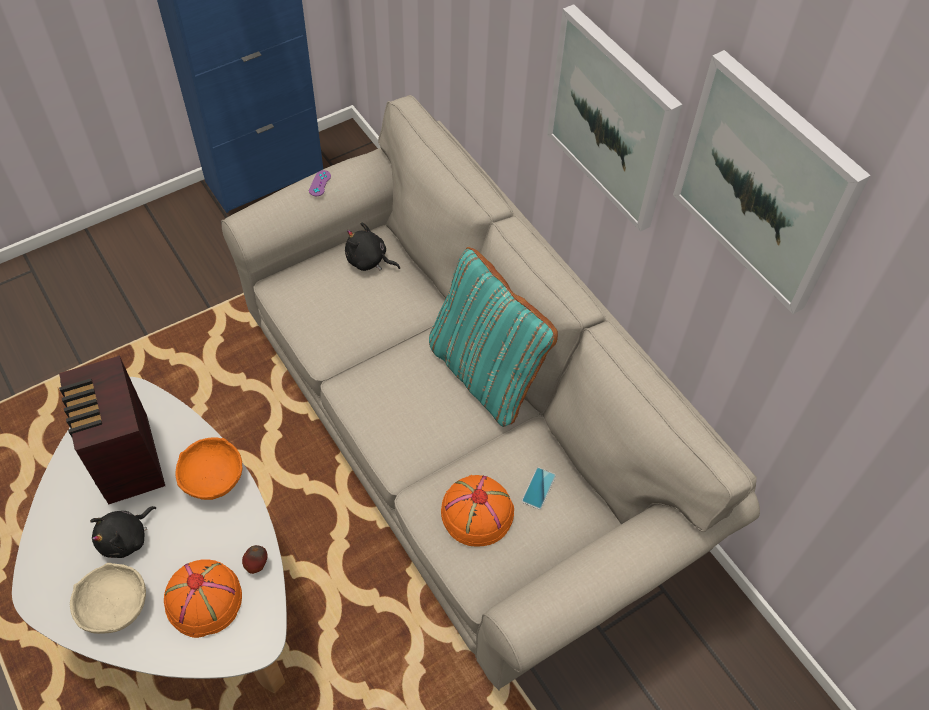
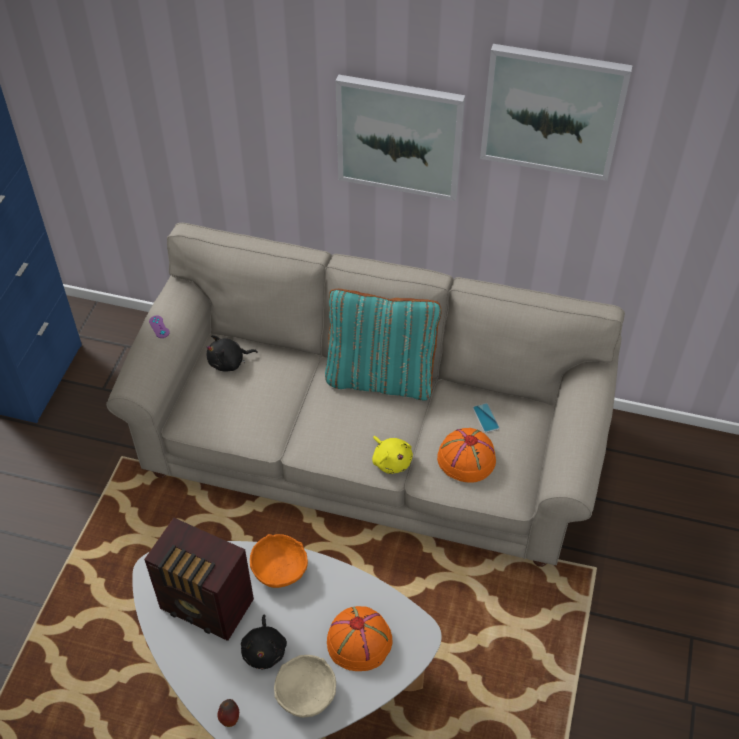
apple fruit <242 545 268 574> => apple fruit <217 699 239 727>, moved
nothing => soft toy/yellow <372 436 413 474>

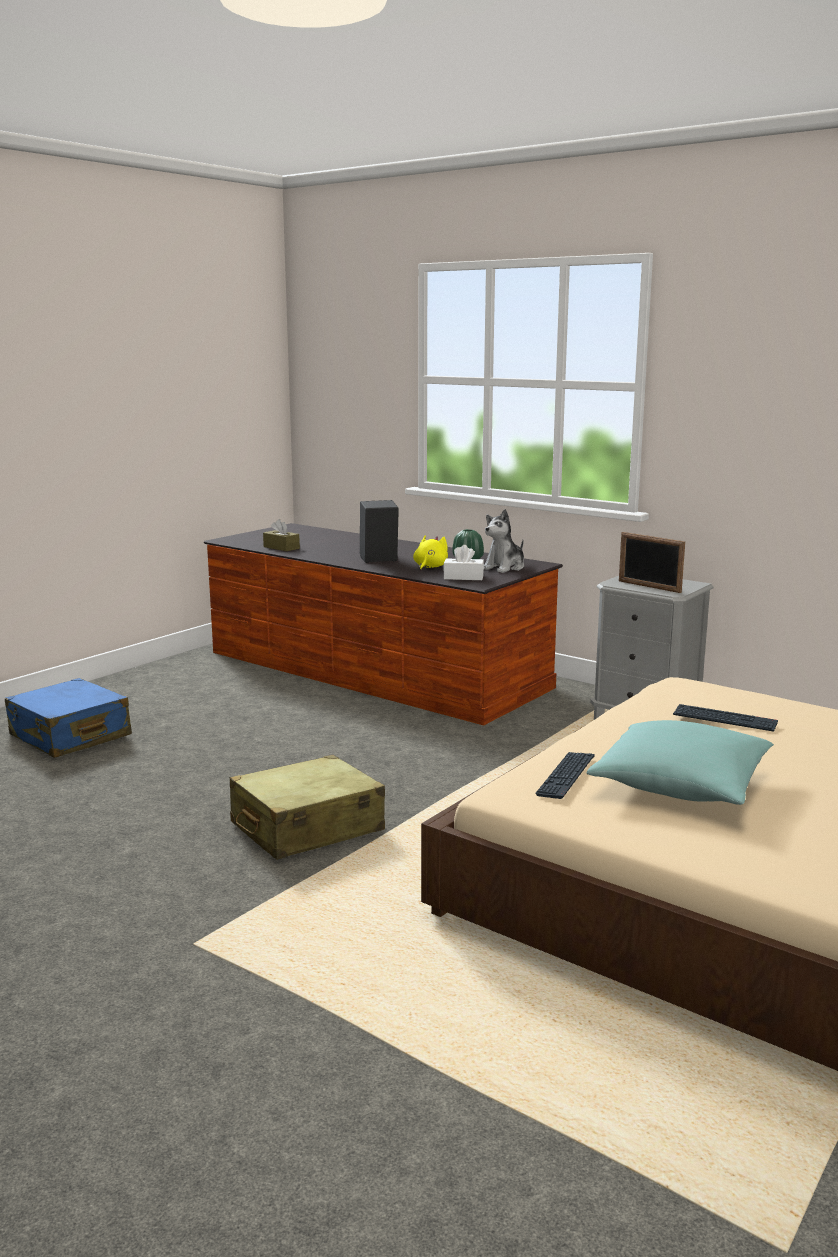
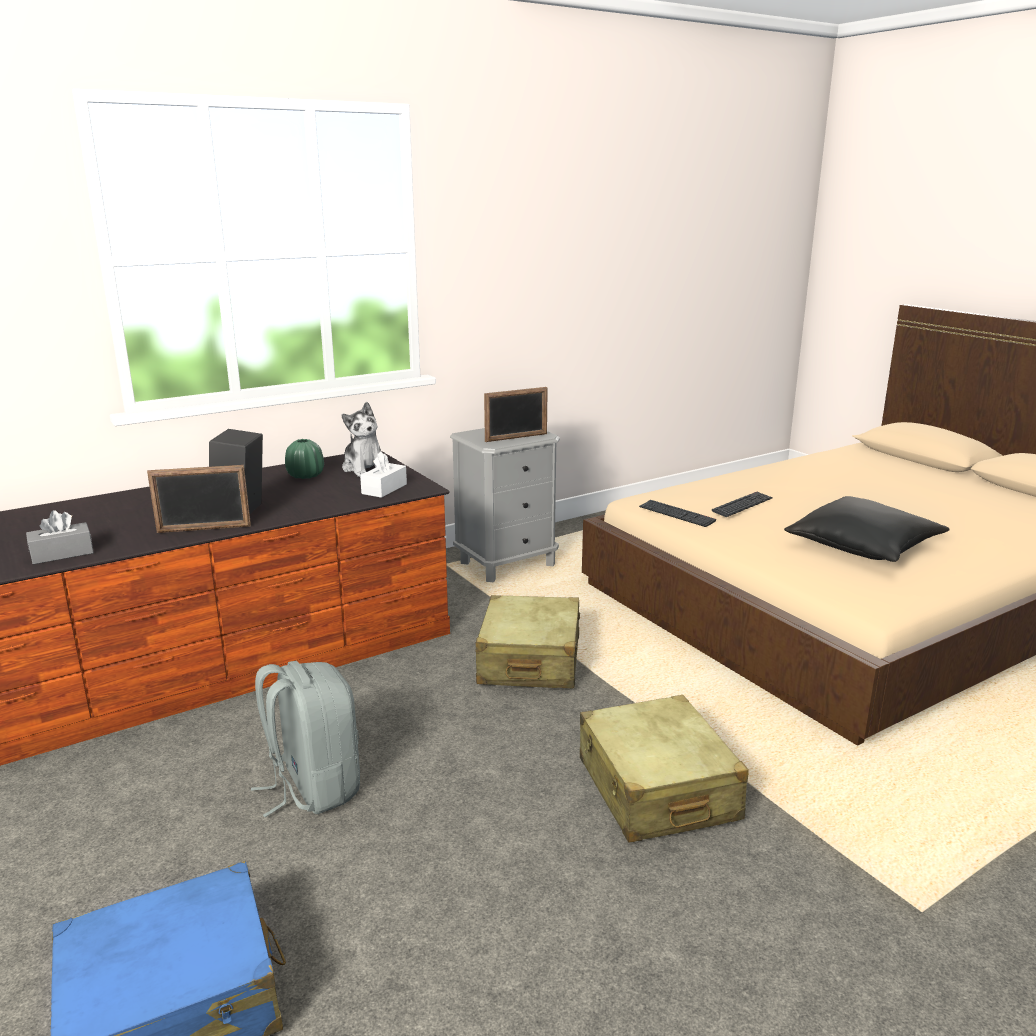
box of tissues/brown-coloured <263 519 300 551> => box of tissues/gray <26 510 94 564>
soft toy/yellow <413 536 448 570> => nothing
keyboard <536 752 595 799> => keyboard <639 500 716 527>, moved
pillow/turquoise-coloured <587 720 774 805> => pillow/black <784 496 950 562>
nothing => standing frame <147 465 251 533>
nothing => backpack/gray <251 661 360 817>
nothing => piece of luggage/sand-coloured <476 595 580 688>

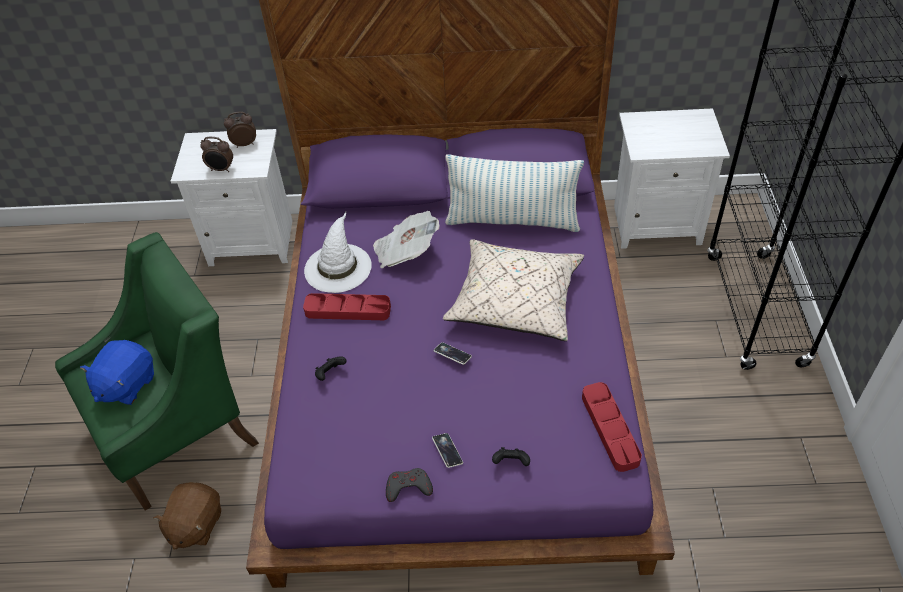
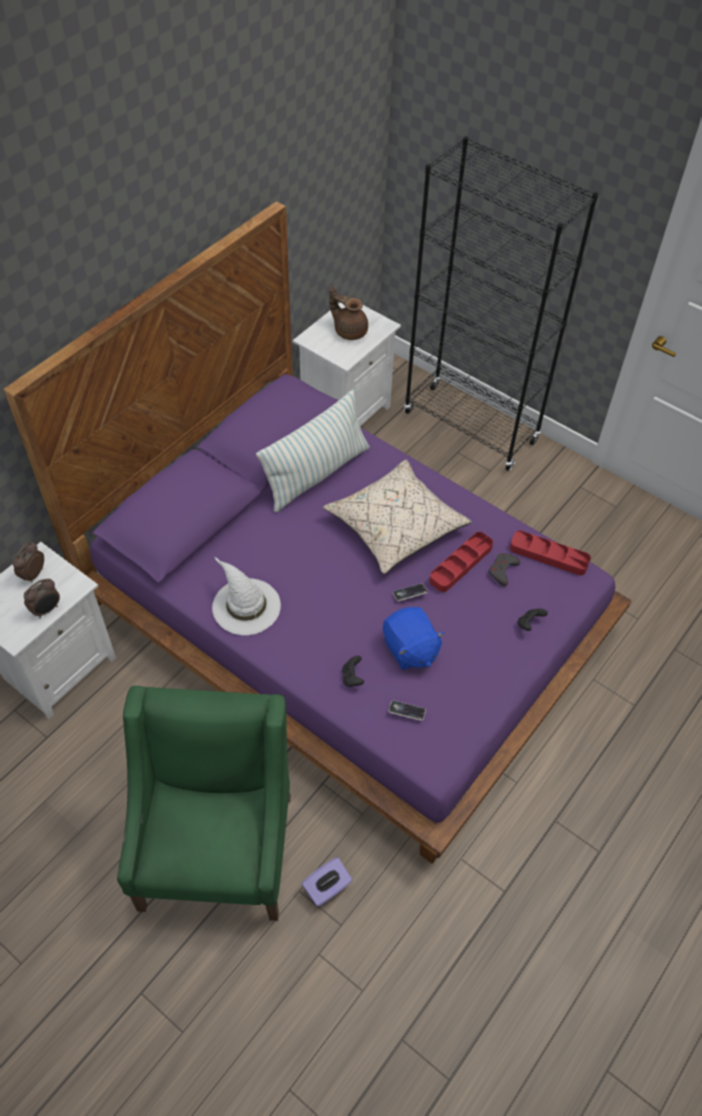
soft toy/bluish <80 340 154 405> => soft toy/bluish <383 607 445 670>, moved
soft toy/brown-coloured <153 482 221 550> => box of tissues/purple-coloured <302 857 353 906>
serving tray/reddish <303 293 391 320> => serving tray/reddish <429 532 493 592>, moved
newspaper <373 211 440 268> => nothing
gamepad/gray <386 468 433 502> => gamepad/gray <489 553 520 586>, moved
handset <432 433 463 468> => handset <388 700 426 721>, moved
nothing => tea pot/brown-coloured <329 286 368 340>

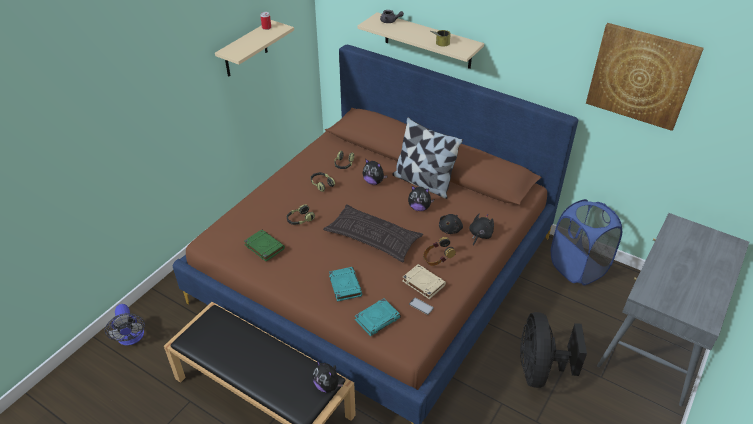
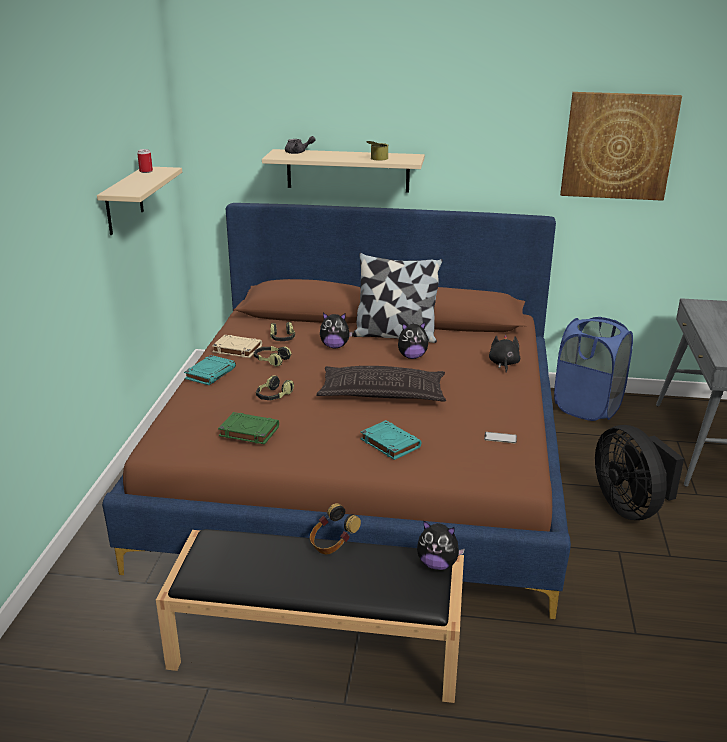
electric fan <105 304 145 345> => nothing
book/turquoise-coloured <355 298 401 336> => book/turquoise-coloured <184 355 236 385>, moved
book/sand-coloured <402 264 446 299> => book/sand-coloured <212 335 262 358>, moved
headset <423 237 456 266> => headset <310 503 361 554>, moved
soft toy/black <439 214 463 234> => nothing

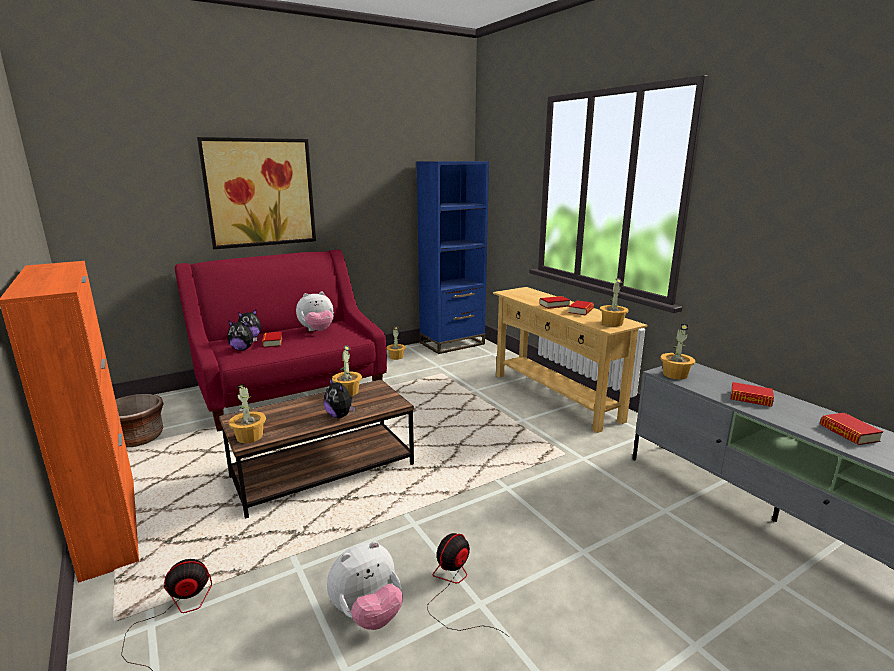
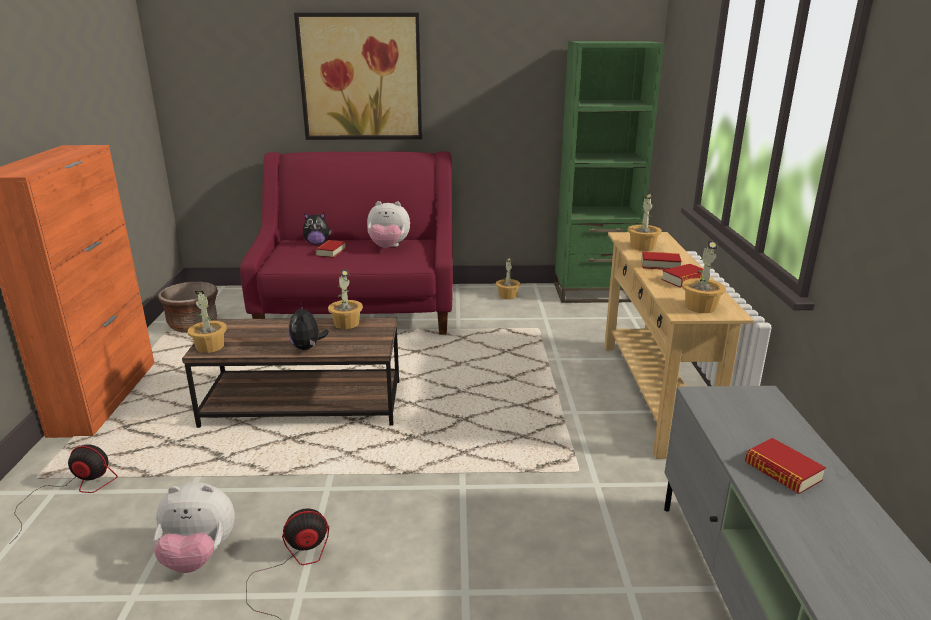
soft toy <227 320 257 351> => nothing
shelving unit/bluish <417 161 489 354> => shelving unit/green-coloured <554 41 664 303>
potted plant <660 324 695 380> => potted plant <627 192 662 251>, moved
book <820 413 883 445> => nothing

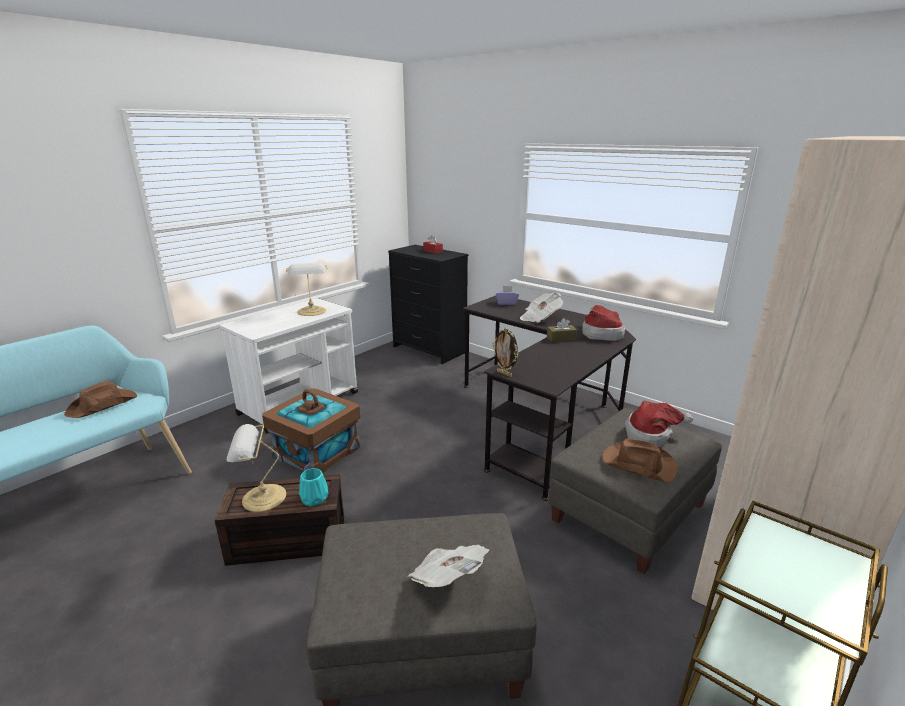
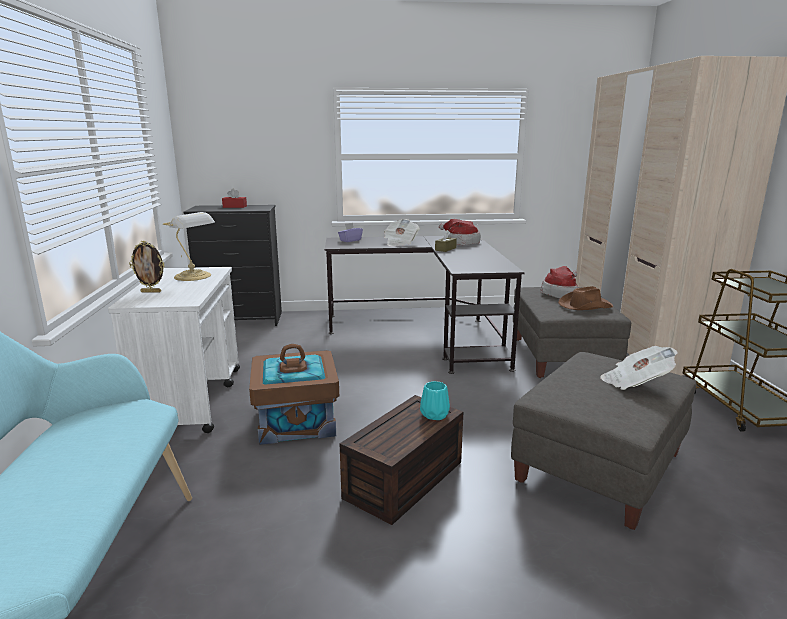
wearable hat/brown-coloured <64 381 137 418> => nothing
tabletop lamp <227 424 286 512> => nothing
standing frame <493 328 518 377> => standing frame <129 241 165 293>, moved

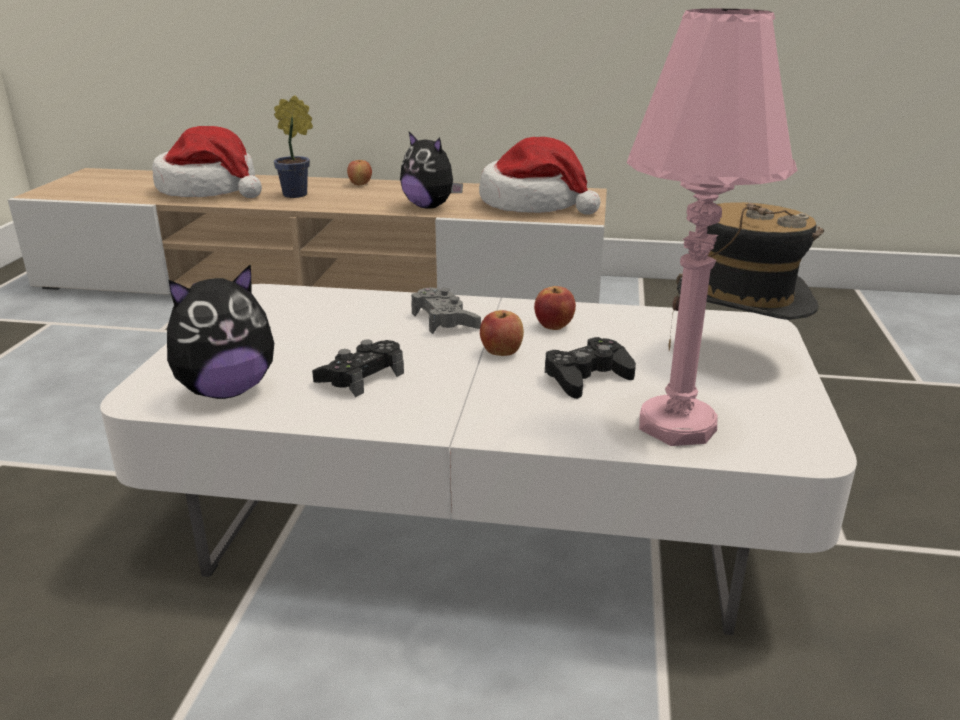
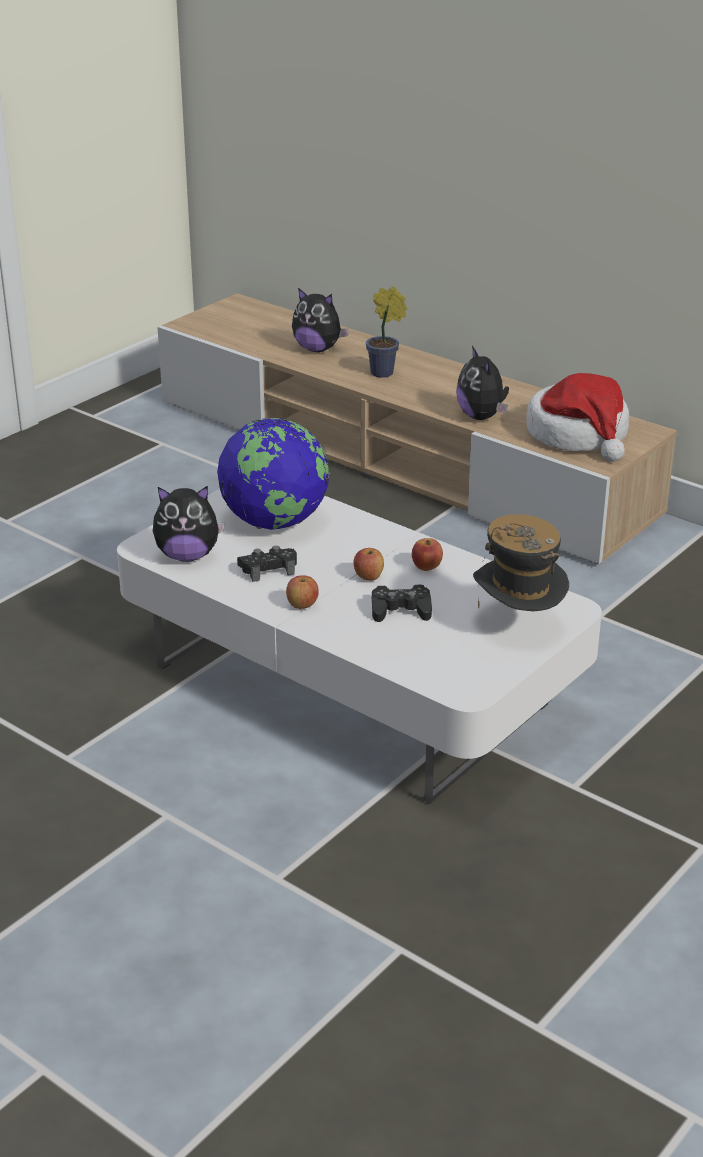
wearable hat <152 126 262 198> => soft toy <292 288 349 352>
apple fruit <347 160 372 185> => apple fruit <286 575 319 609>, moved
gamepad/gray <411 288 481 334> => nothing
tabletop lamp/pink-coloured <627 8 798 446> => nothing
nothing => globe <217 417 330 530>

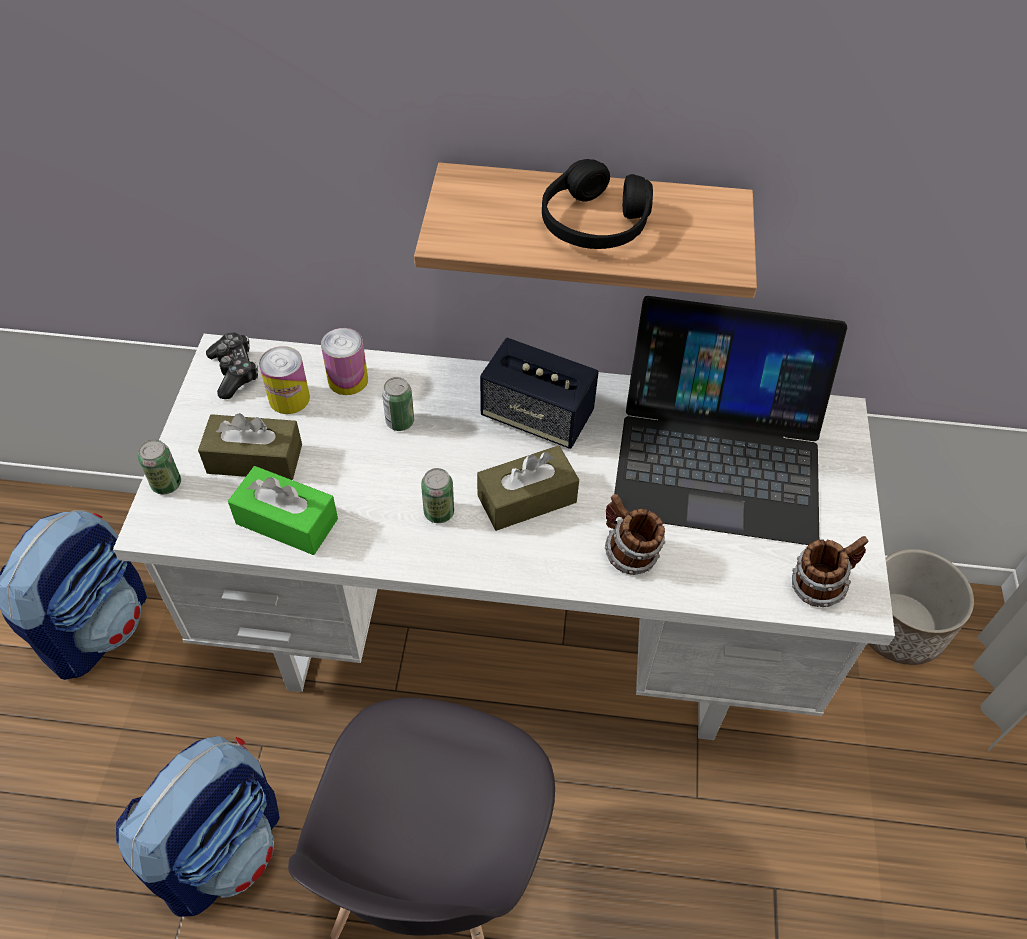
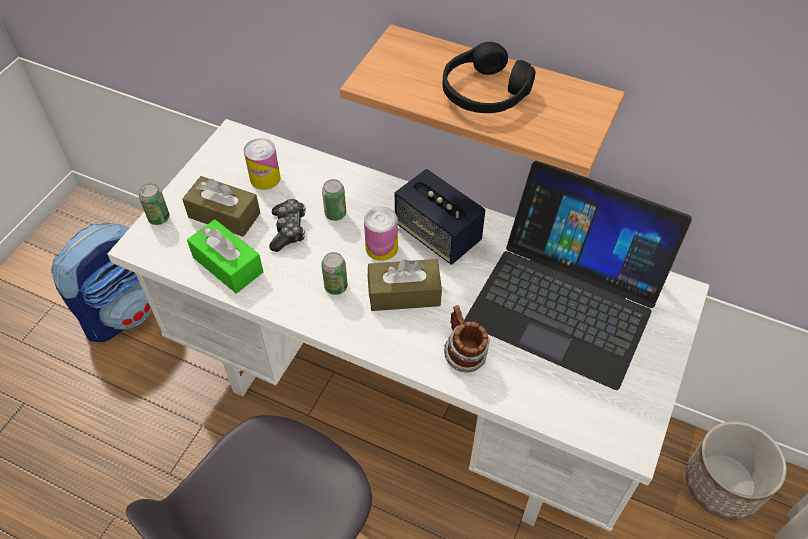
backpack <116 736 280 917> => nothing
gamepad <206 332 258 399> => gamepad <269 199 306 252>, moved
sealed can <321 328 368 395> => sealed can <364 207 398 261>, moved
mug <792 536 869 607> => nothing

